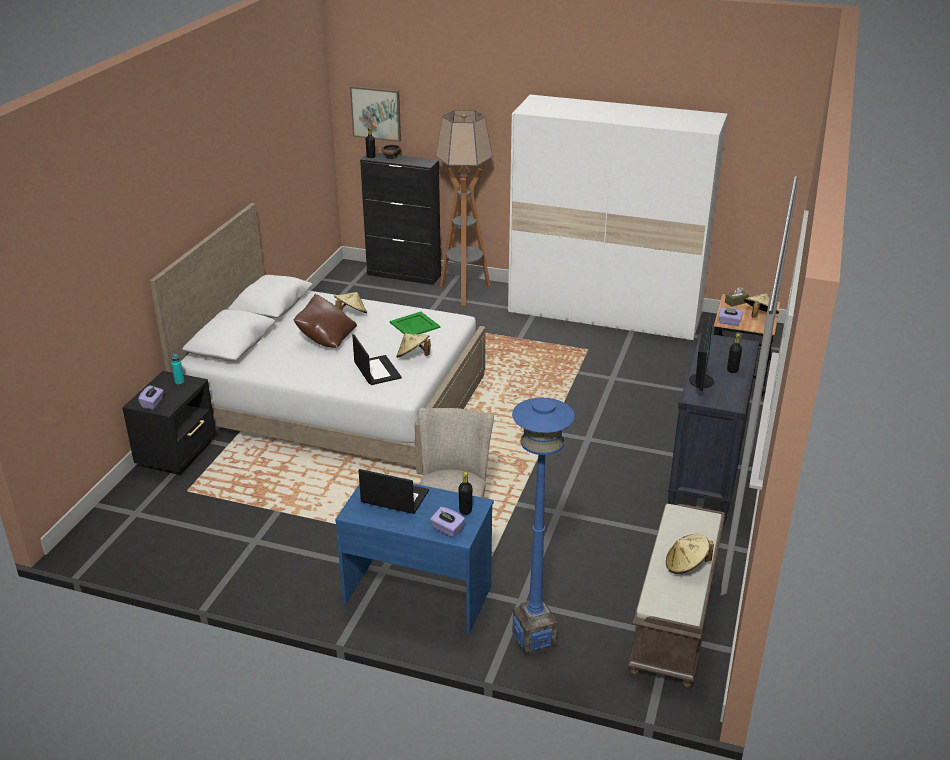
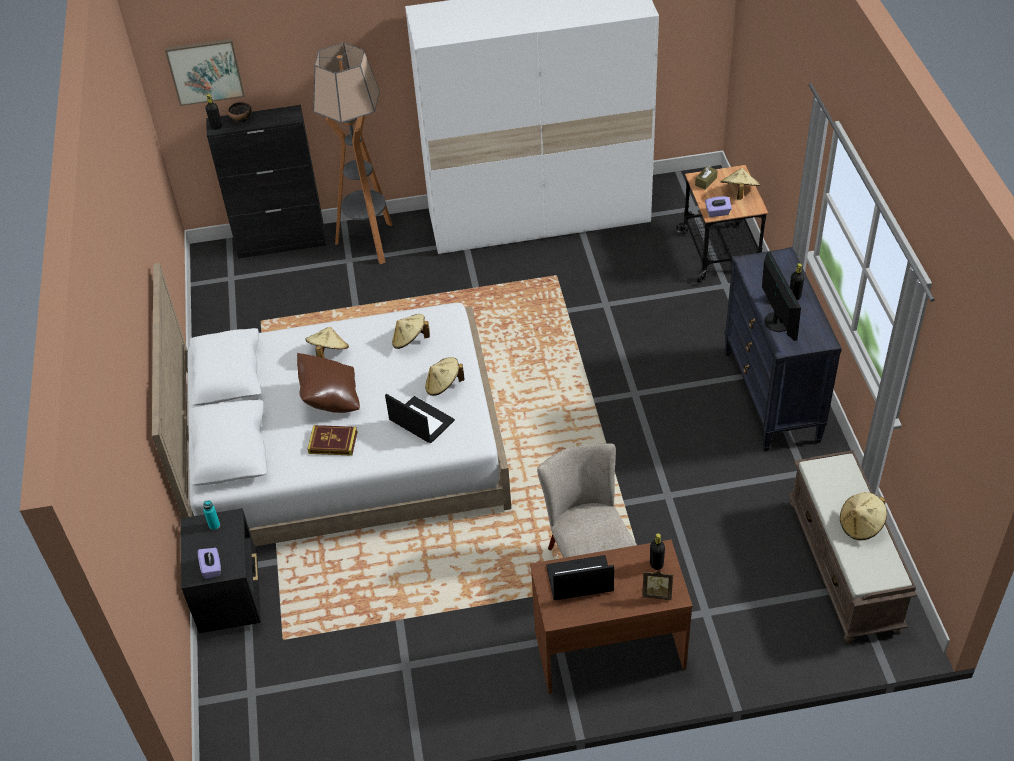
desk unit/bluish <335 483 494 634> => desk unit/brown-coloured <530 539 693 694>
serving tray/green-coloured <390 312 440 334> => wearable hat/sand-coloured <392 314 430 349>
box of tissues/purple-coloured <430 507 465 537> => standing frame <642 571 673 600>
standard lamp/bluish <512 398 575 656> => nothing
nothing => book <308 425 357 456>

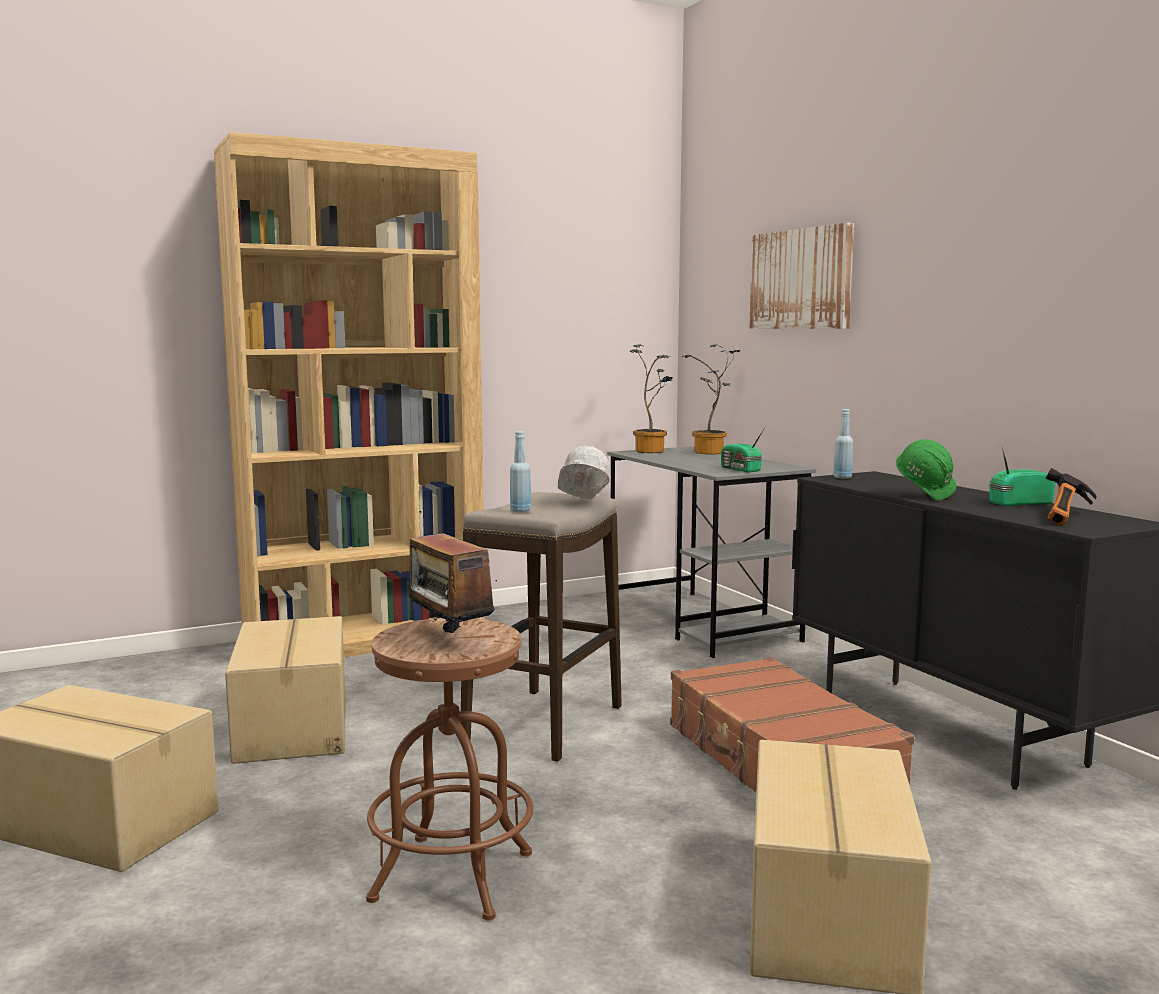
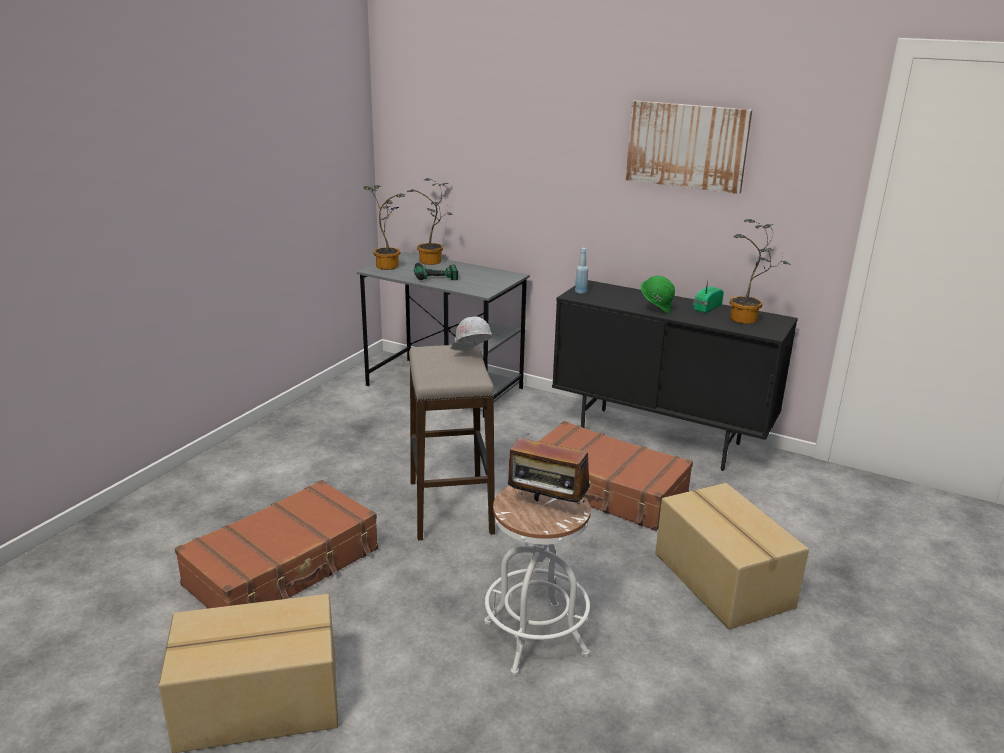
shelving unit/brown-coloured <214 132 485 657> => nothing
carton <225 616 345 764> => piece of luggage/brown-coloured <175 480 378 608>
stool seat/brown-coloured <366 618 533 920> => stool seat/white-coloured <484 486 591 675>
bottle/bluish <510 431 531 512> => nothing
radio set <721 428 765 472> => nothing
wall art <749 223 854 329> => wall art <626 100 752 194>, moved
hammer <1046 468 1097 526> => potted plant <730 219 790 324>
nothing => power drill <414 262 458 280>

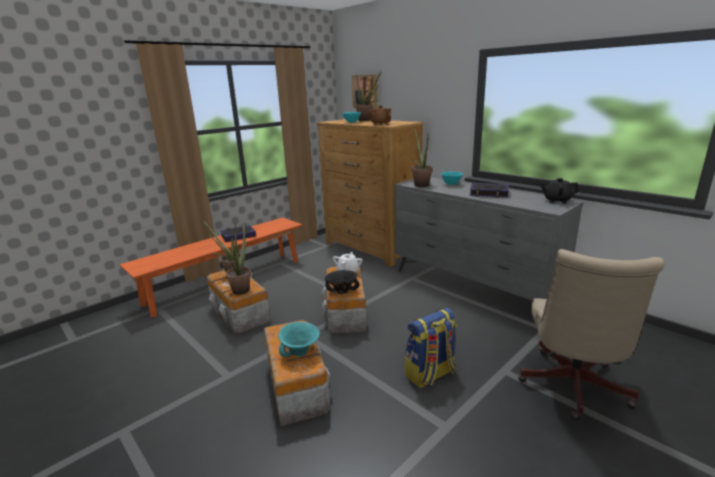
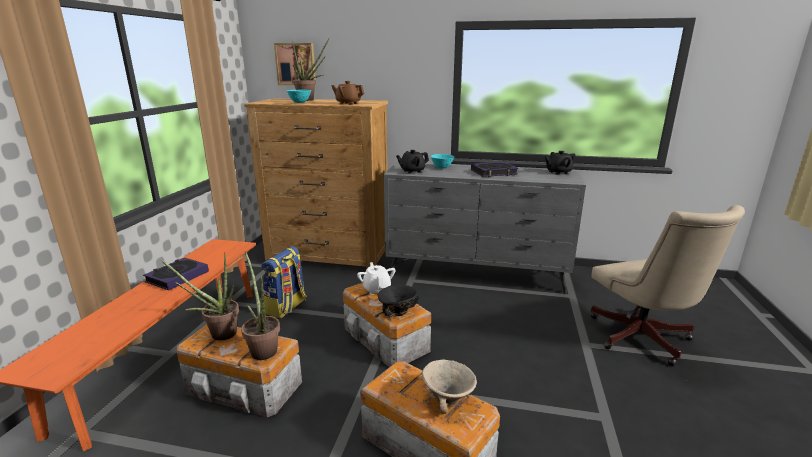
serving bowl/turquoise-coloured <278 322 320 357> => serving bowl/sand-coloured <422 360 477 414>
backpack <405 308 456 388> => backpack <262 246 307 318>, moved
potted plant <412 128 433 187> => tea pot/black <396 150 429 174>

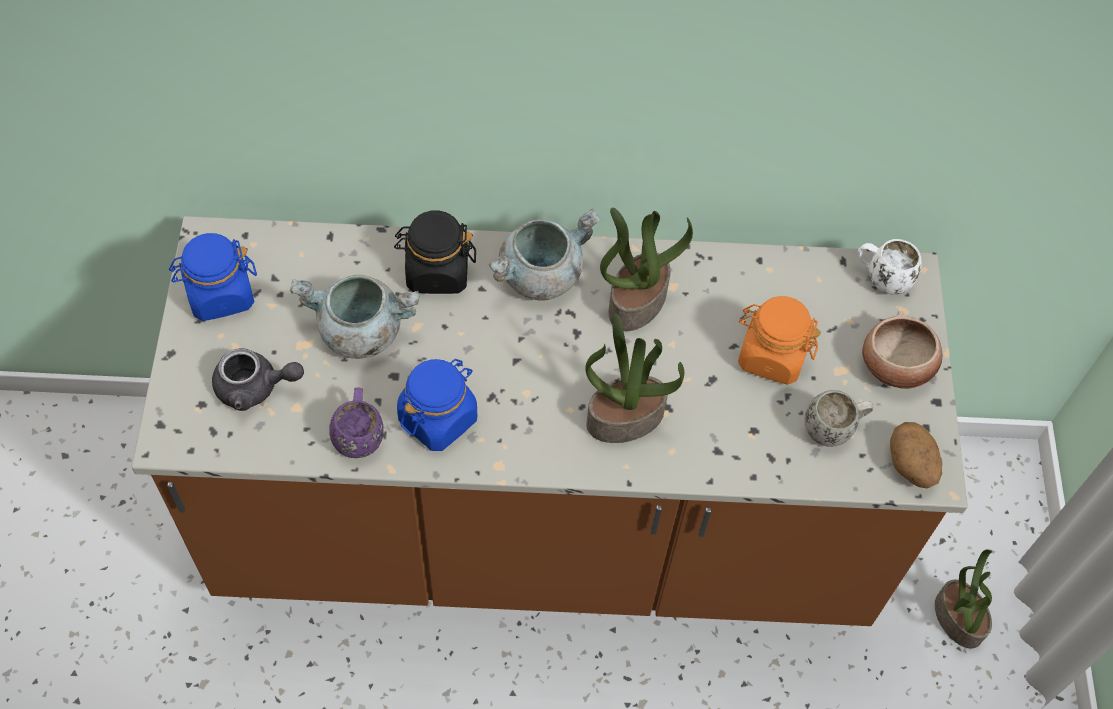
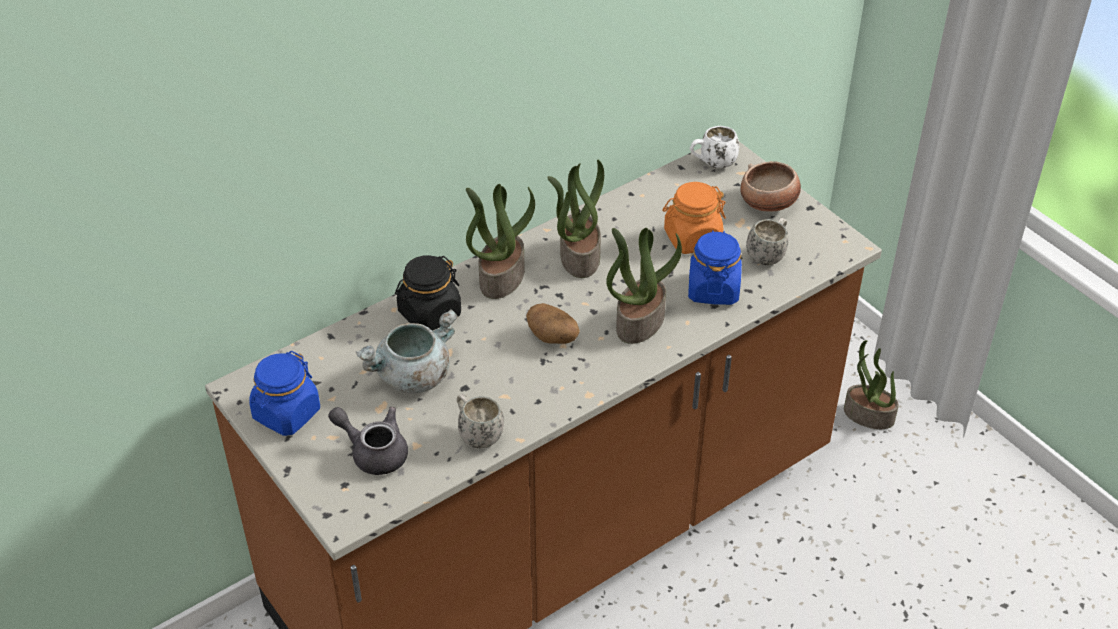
tea pot/gray <212 348 304 411> => tea pot/gray <328 407 408 475>, 120 degrees counterclockwise
mug/purple-coloured <329 388 384 458> => mug/white-coloured <457 393 504 448>
jar/bluish <397 359 477 451> => jar/bluish <688 230 742 305>, moved
stockpot/gray <488 208 600 301> => potted plant <466 184 535 299>
spud <890 422 942 488> => spud <526 303 580 344>, moved

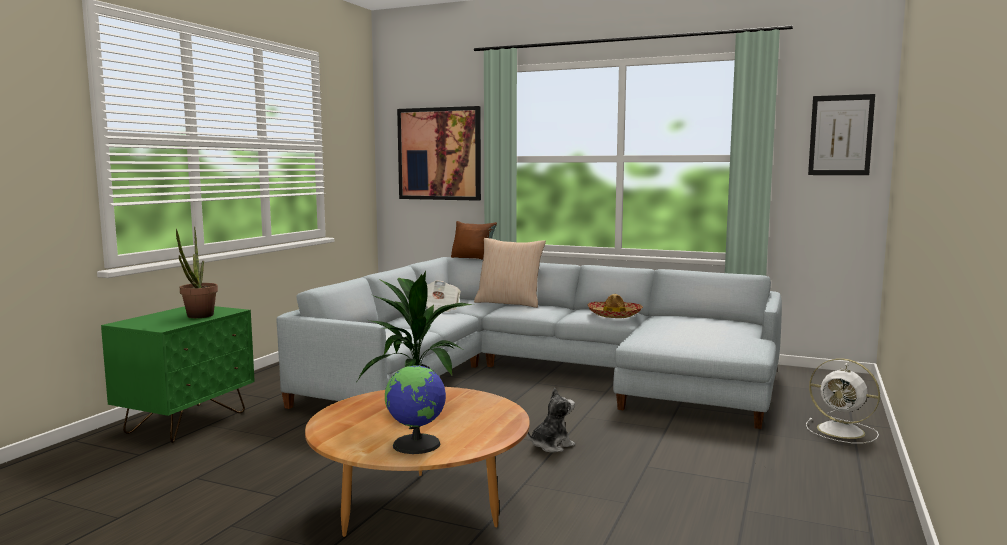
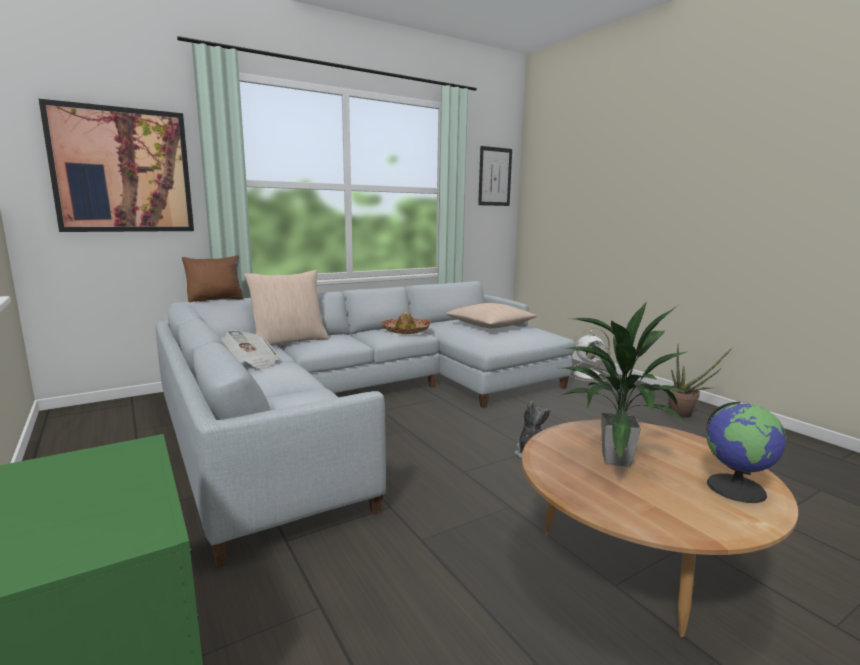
potted plant <176 226 218 318> => potted plant <668 343 732 418>, moved
nothing => pillow/sand-coloured <446 303 536 328>

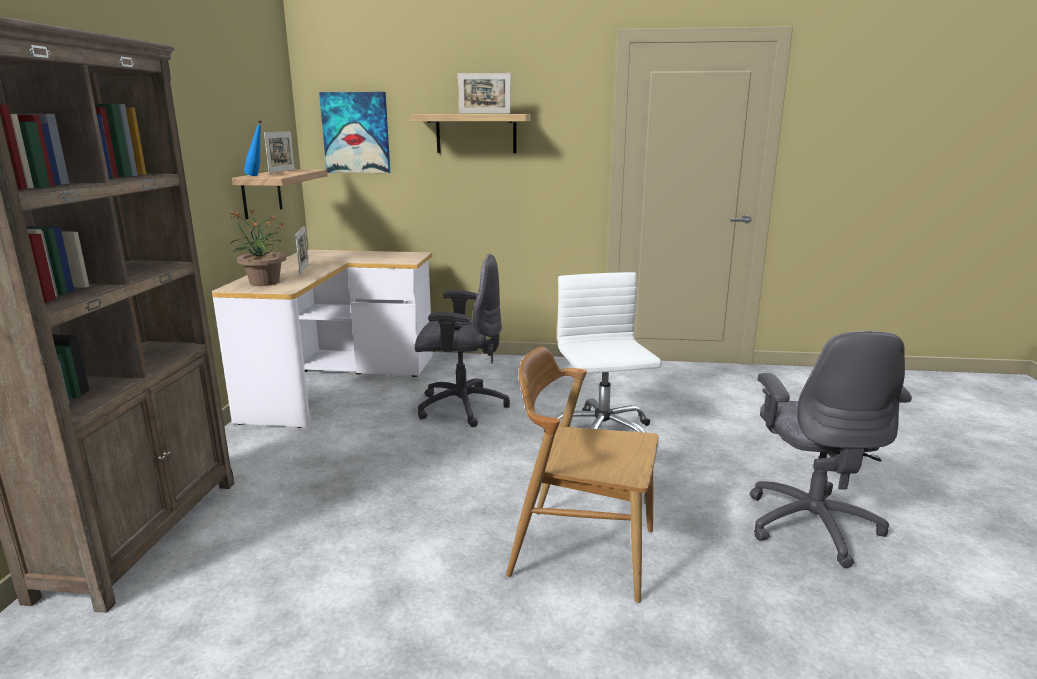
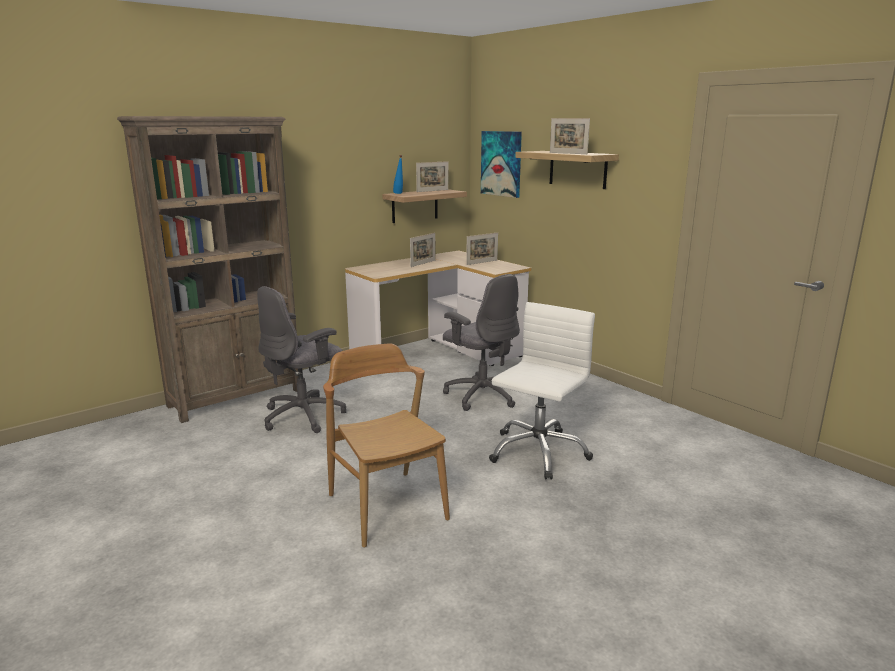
potted plant <231 209 287 286> => nothing
computer chair/gray <750 331 912 568> => computer chair/gray <257 286 346 433>, moved
nothing => standing frame <466 233 498 265>

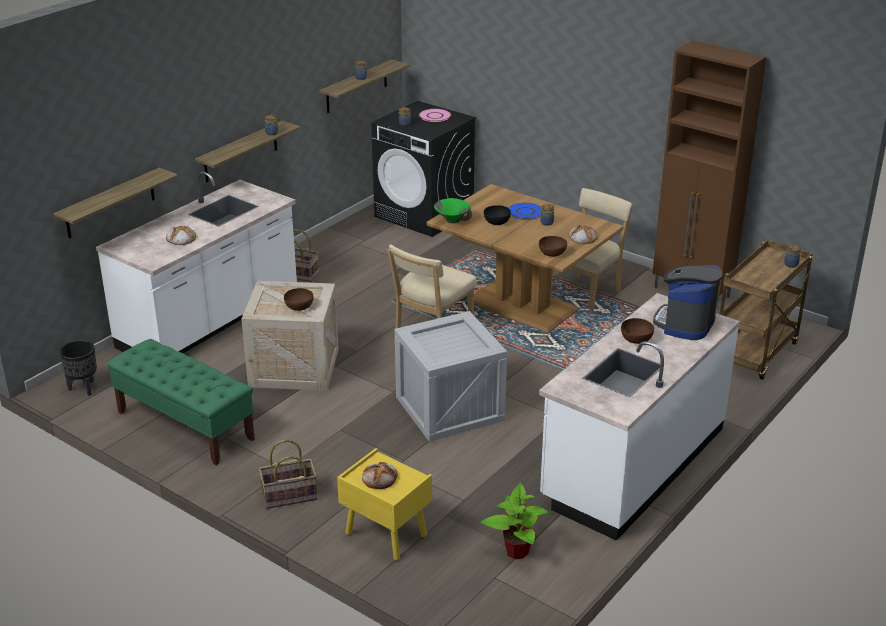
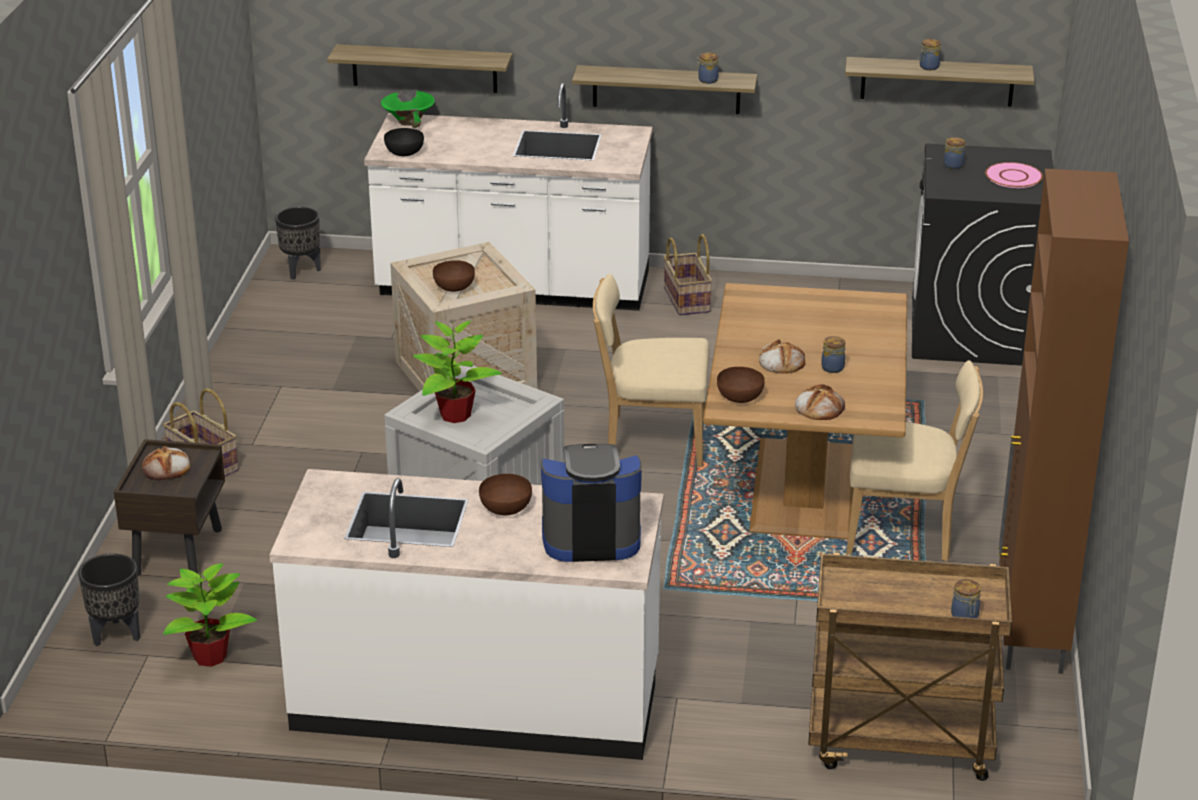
indoor bench/green-coloured <107 339 255 465> => nothing
baked bread <166 226 196 245> => baked bread <759 339 805 373>, moved
nightstand/yellow <337 448 432 561> => nightstand/brown-coloured <114 439 225 576>
serving bowl/green-coloured <434 198 472 223> => serving bowl/green-coloured <381 91 435 128>, moved
serving bowl/black <484 205 511 225> => serving bowl/black <384 128 424 156>, moved
plate/bluish <508 202 542 220> => nothing
nothing => plant pot/black <78 553 140 646>
nothing => potted plant <413 321 502 423>

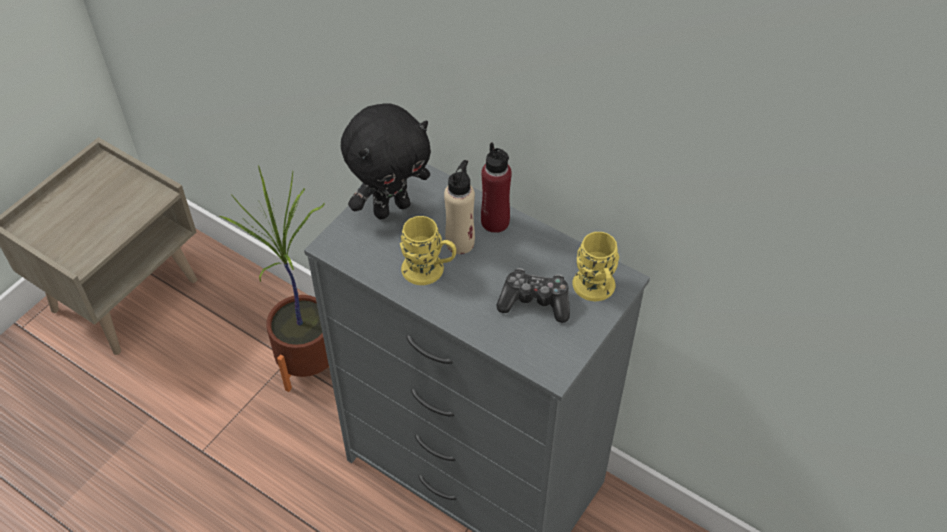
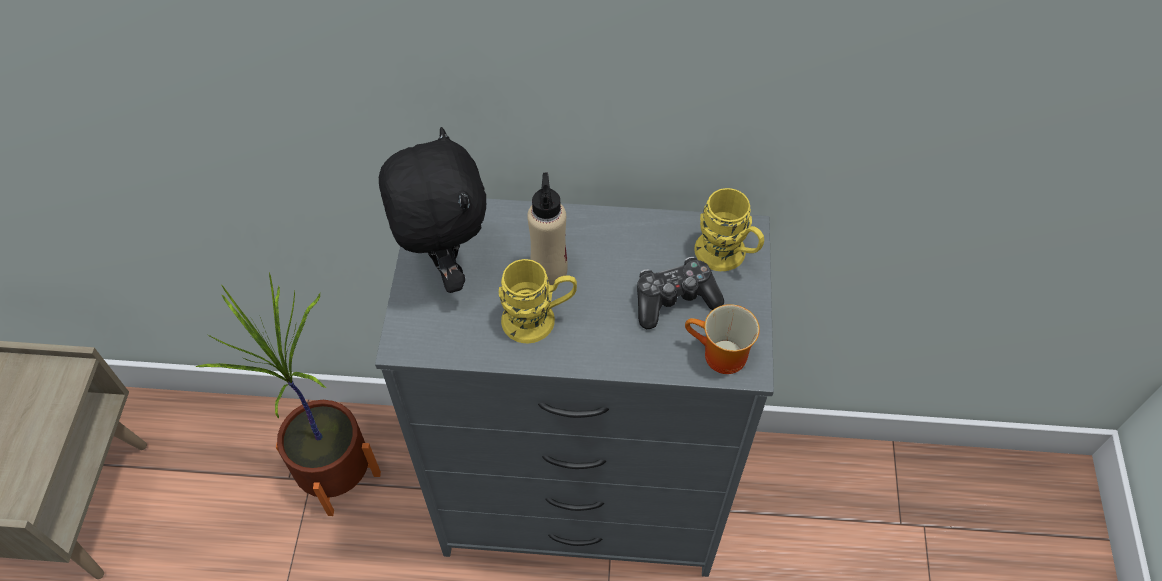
soft toy/black <341 103 431 220> => soft toy/black <379 127 486 293>, 45 degrees counterclockwise
bottle/reddish <481 143 512 233> => nothing
nothing => mug <685 304 760 374>

